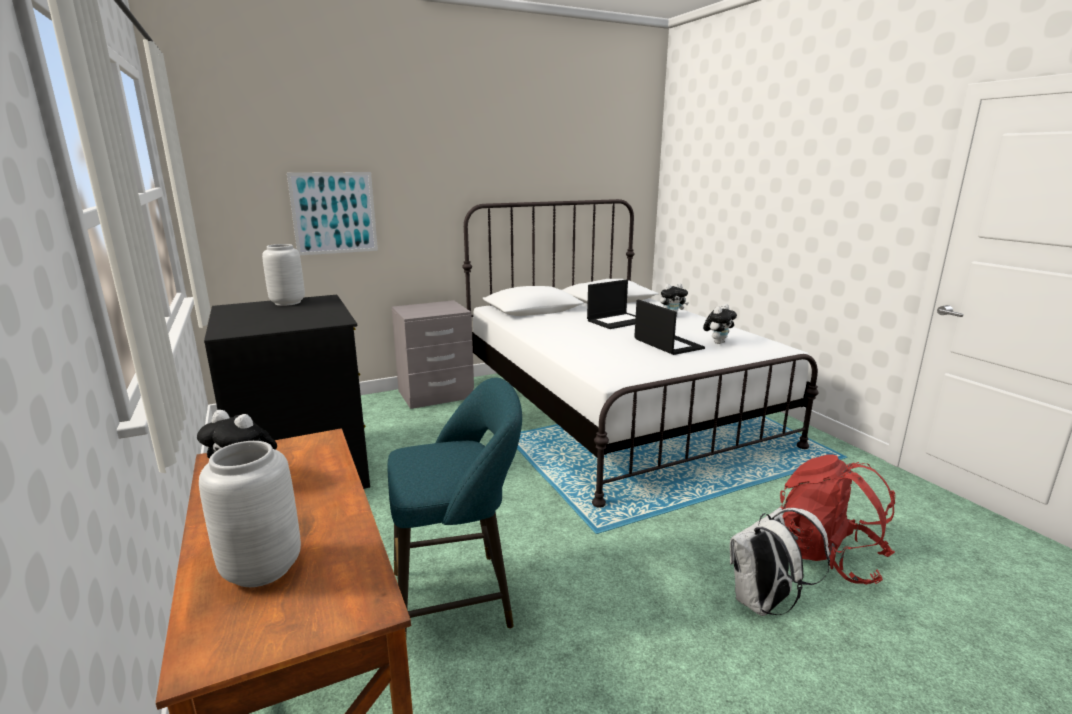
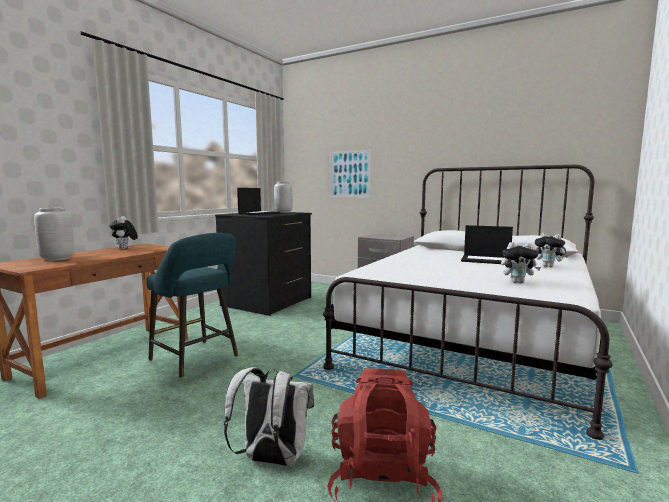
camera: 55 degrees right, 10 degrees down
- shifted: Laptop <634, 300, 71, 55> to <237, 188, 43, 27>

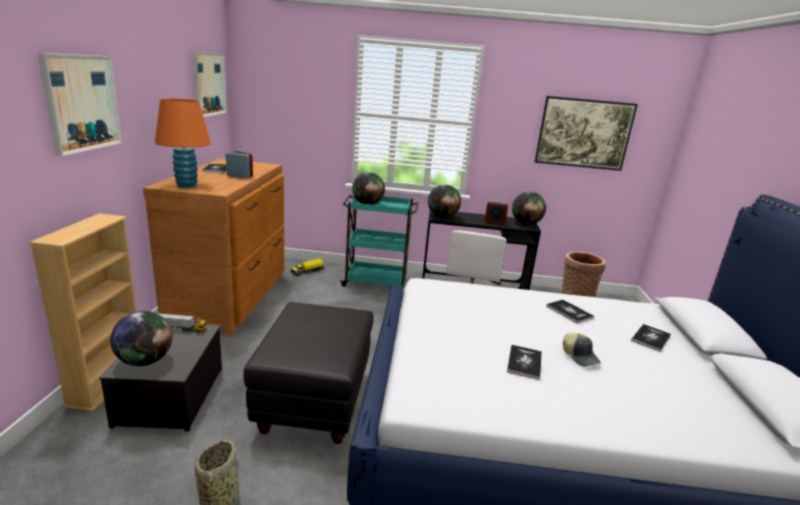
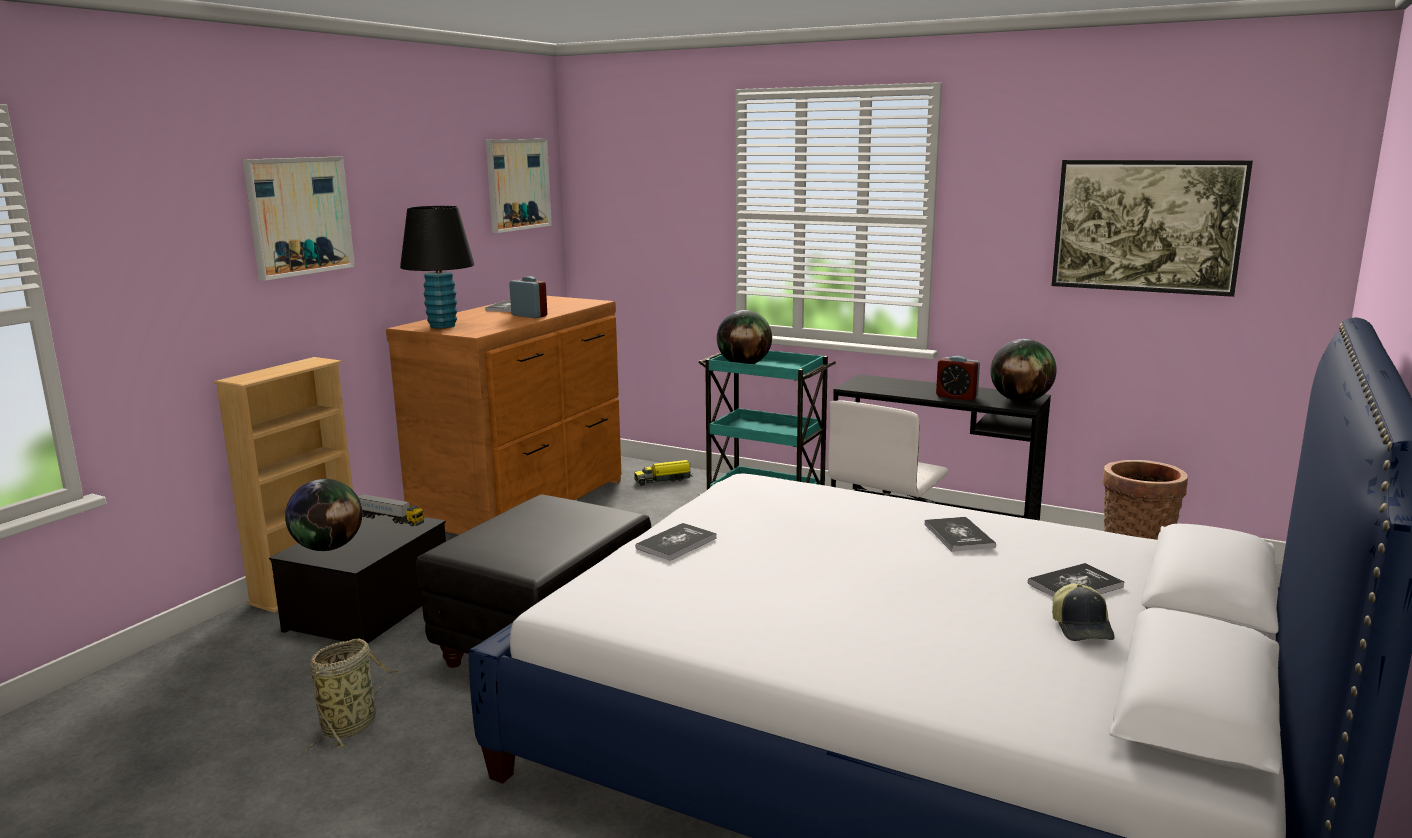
camera: 25 degrees right, 5 degrees down
- repainted: Tischlampe [orange] <155, 98, 56, 90> to Tischlampe [schwarz] <400, 206, 75, 122>
- shifted: Buch <507, 345, 35, 35> to <636, 523, 81, 38>
- shifted: Kappe <563, 333, 38, 34> to <1052, 584, 63, 57>
- gone: Globus <428, 185, 33, 33>

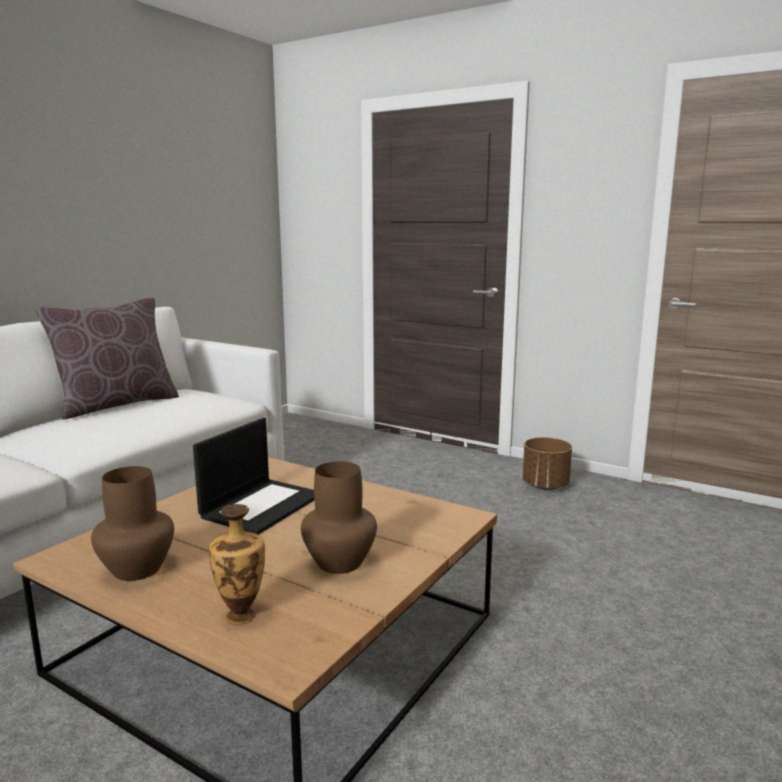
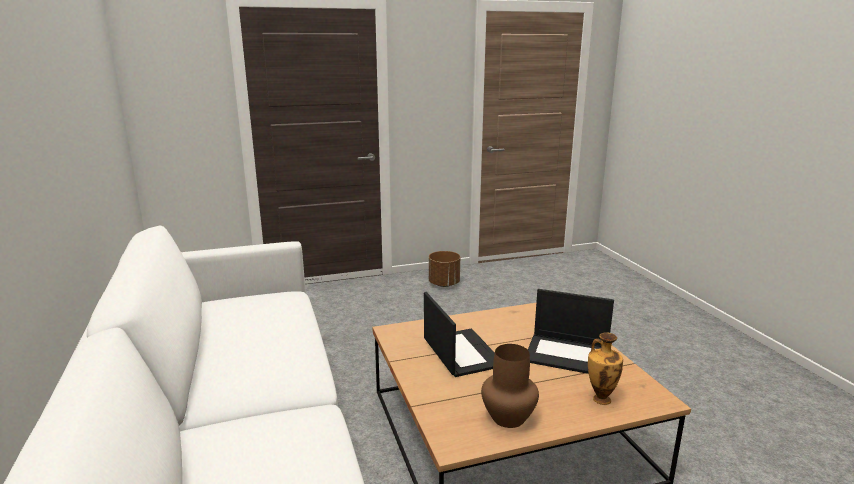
camera: 50 degrees left, 5 degrees up
- swapped: Vase [braun] <301, 461, 76, 113> to Laptop <528, 289, 86, 85>
- gone: Kissen [braun] <35, 298, 144, 122>

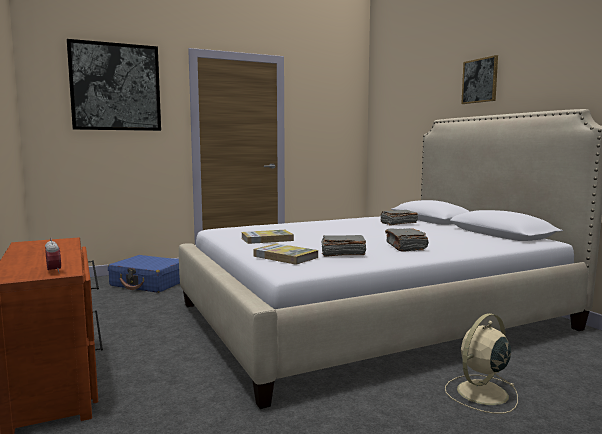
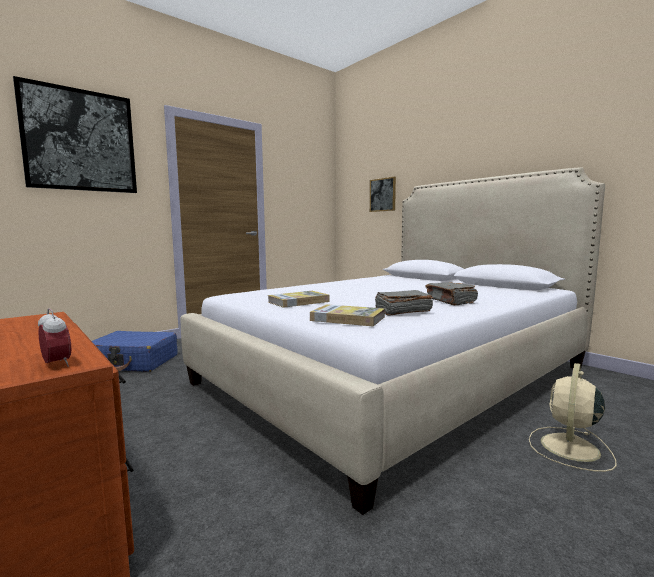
camera: 15 degrees left, 0 degrees up
- shifted: Bild <461, 55, 37, 49> to <370, 177, 26, 35>
- gone: Buch [grau] <381, 210, 37, 16>

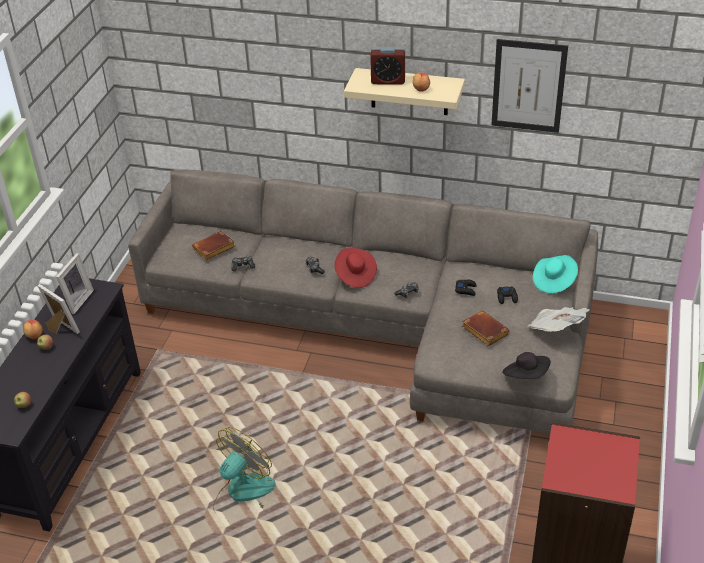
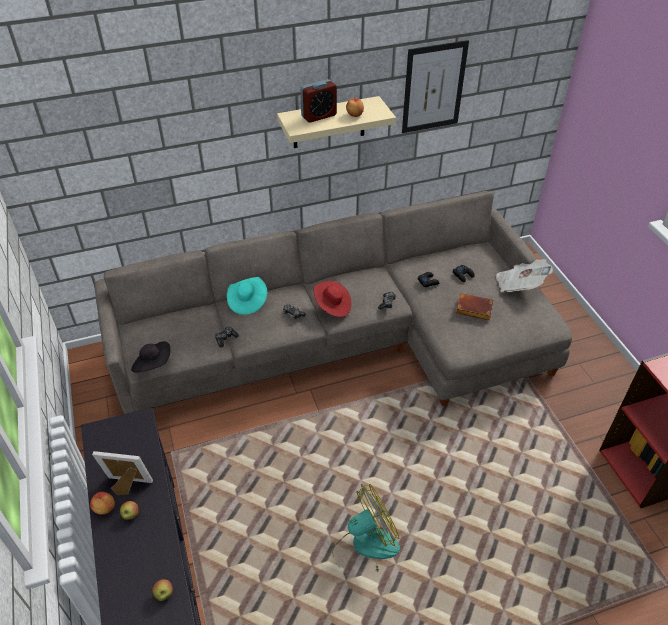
camera: 35 degrees left, 5 degrees up
- shifted: Hut [schwarz] <502, 352, 49, 27> to <131, 342, 39, 31>
- shifted: Hut [türkis] <533, 255, 45, 38> to <227, 277, 40, 38>
- rotated: Ventilator <213, 427, 63, 87> = <333, 484, 67, 88> 60 degrees clockwise
- gone: Bilderrahmen <56, 253, 38, 61>
- gone: Buch [braun] <192, 231, 43, 29>

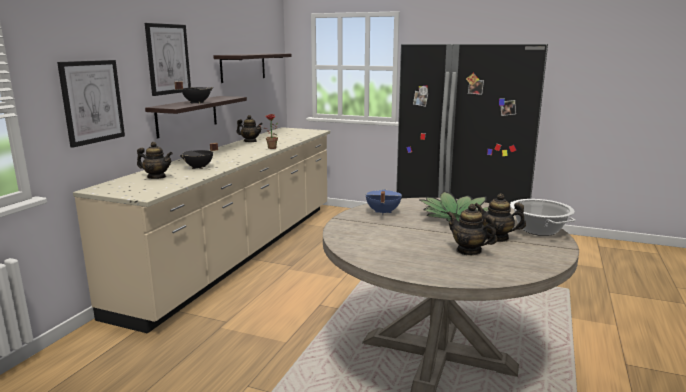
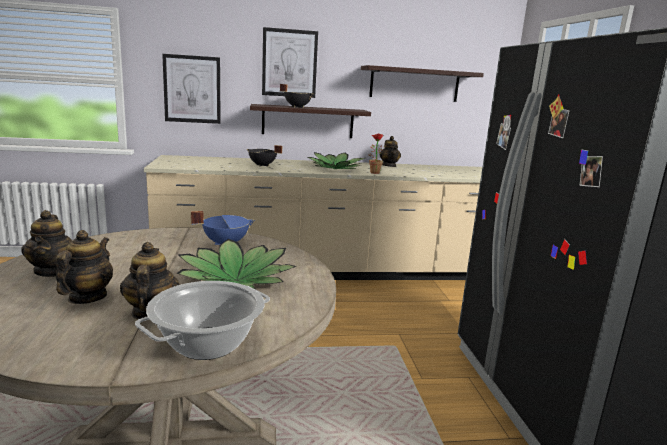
camera: 60 degrees right, 0 degrees up
- shifted: Teekanne <137, 142, 36, 37> to <22, 210, 50, 67>
- new: Topfpflanze <308, 152, 56, 17>

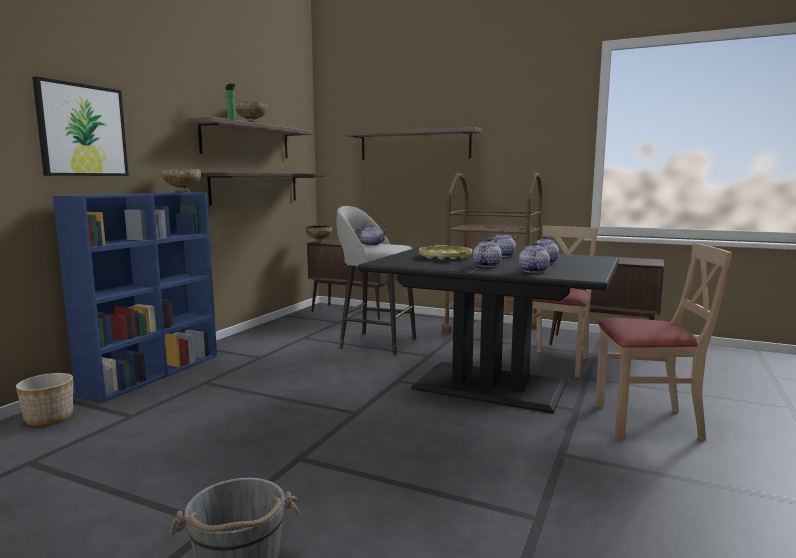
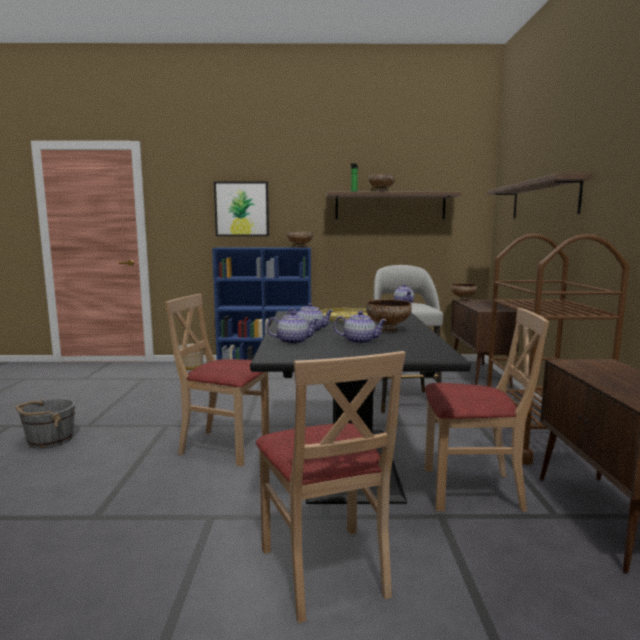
camera: 65 degrees right, 0 degrees up
- new: Stuhl [beige] <165, 294, 104, 172>
- swapped: Teekanne <490, 231, 28, 26> to Schüssel <366, 300, 46, 32>
- gone: Wandregal <201, 172, 124, 34>

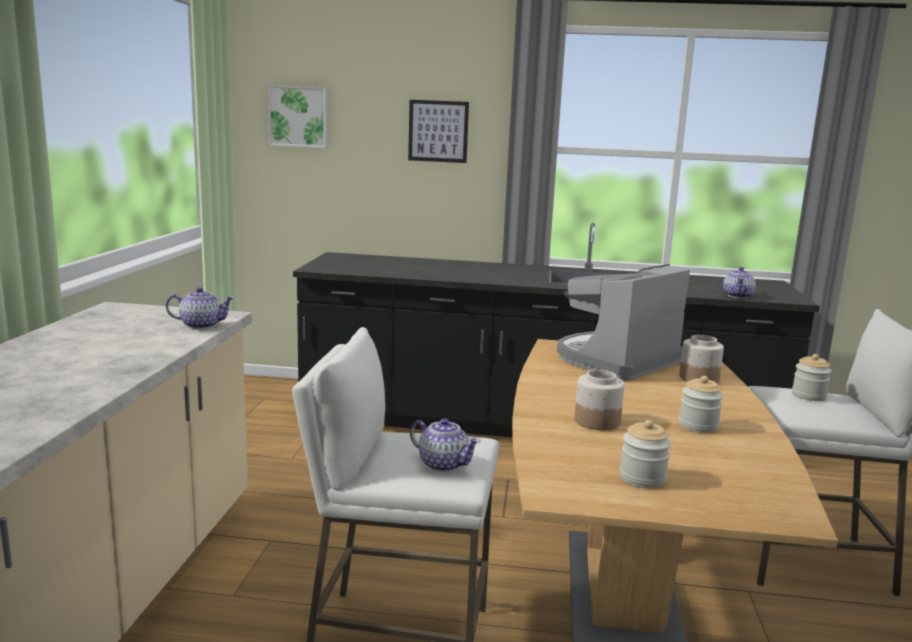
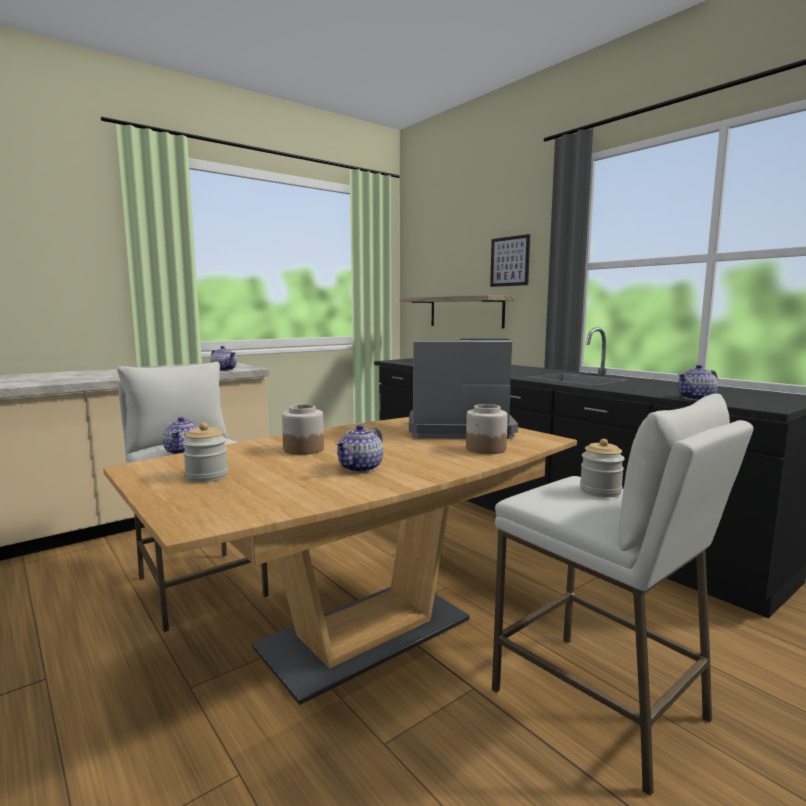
camera: 45 degrees right, 5 degrees down
- swapped: Vorratsglas <679, 376, 44, 57> to Teekanne <335, 424, 48, 49>
- new: Wandregal <400, 295, 115, 34>
- gone: Bild <268, 85, 59, 63>

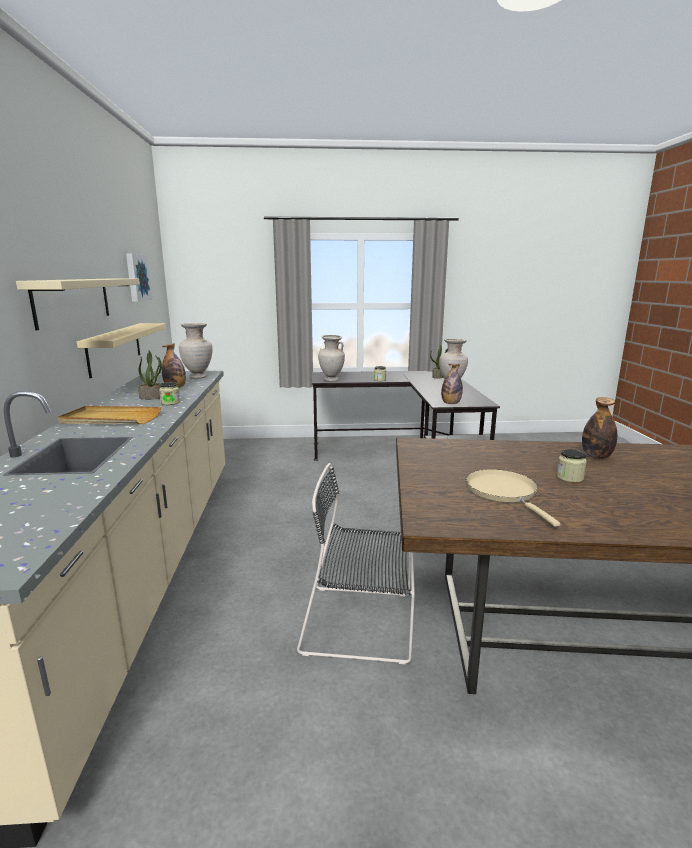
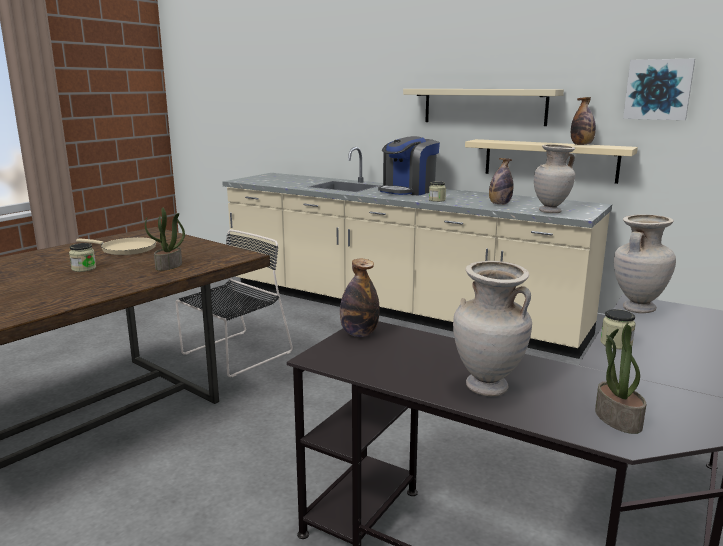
camera: 125 degrees right, 0 degrees up
- shifted: Topfpflanze <138, 350, 24, 50> to <145, 208, 40, 63>
- swapped: Tablett [beige] <58, 406, 103, 18> to Kaffeemaschine <378, 136, 62, 60>
- shifted: Flasche <582, 397, 35, 62> to <571, 97, 25, 48>

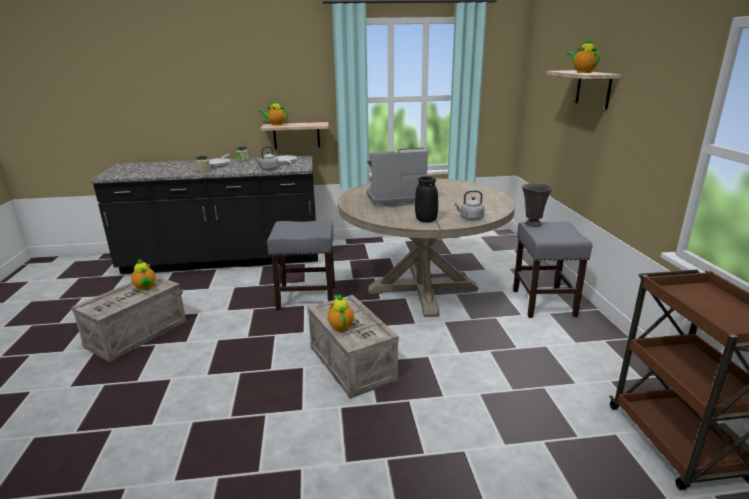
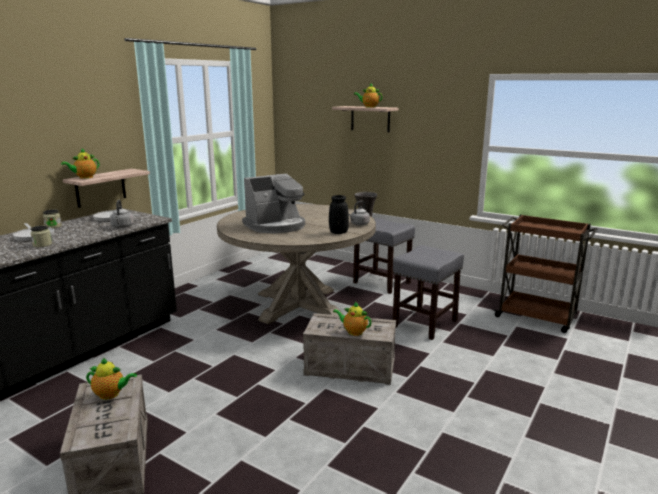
camera: 50 degrees left, 5 degrees down
- rotated: Kaffeemaschine <367, 148, 61, 59> = <242, 174, 63, 59> 150 degrees counterclockwise
- shifted: Hocker [grau] <267, 220, 68, 90> to <393, 245, 71, 95>

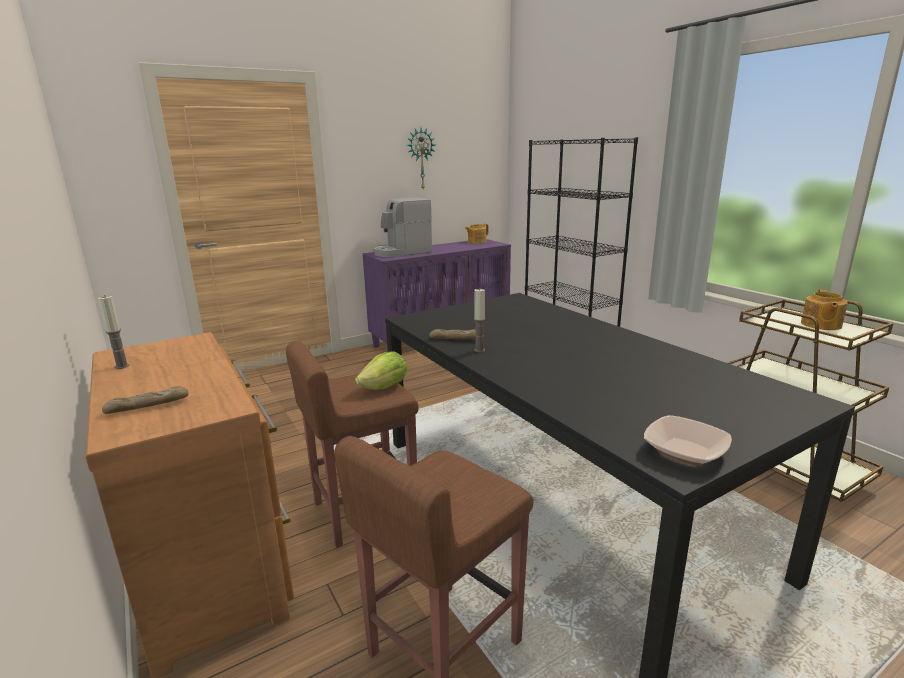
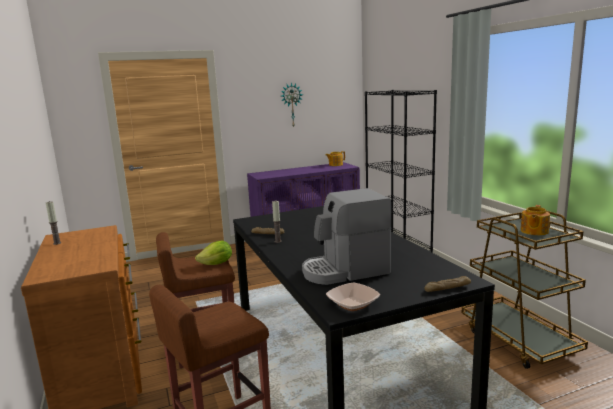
camera: 10 degrees right, 5 degrees down
- shifted: Kaffeemaschine <373, 197, 59, 60> to <302, 188, 89, 97>
- shifted: Brot <102, 386, 87, 28> to <424, 276, 47, 16>

